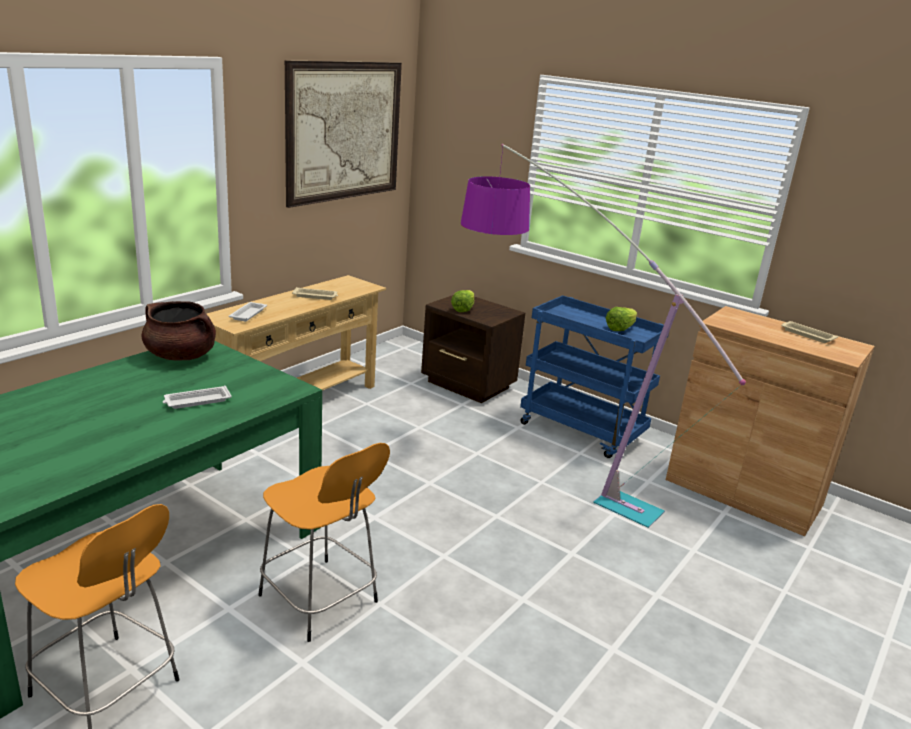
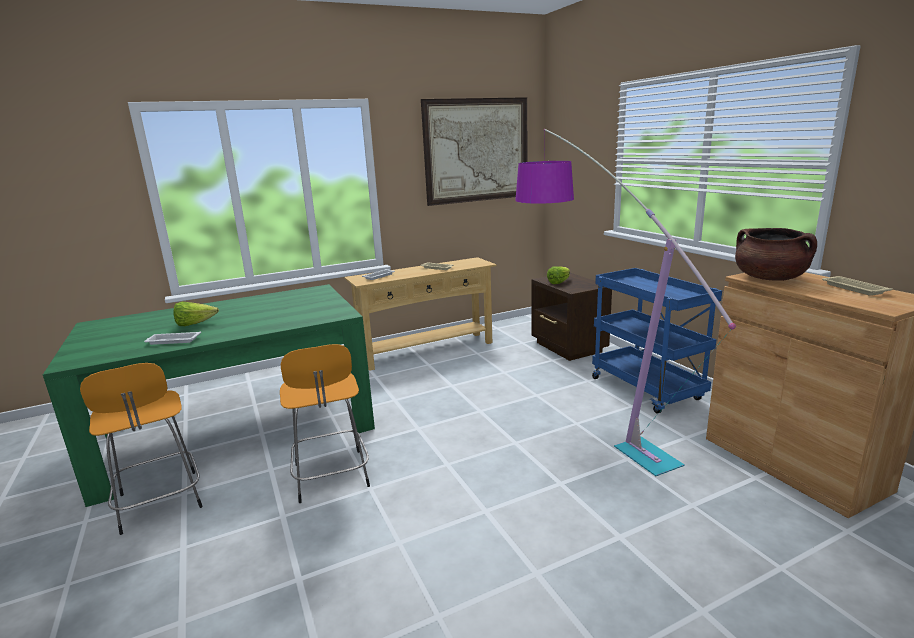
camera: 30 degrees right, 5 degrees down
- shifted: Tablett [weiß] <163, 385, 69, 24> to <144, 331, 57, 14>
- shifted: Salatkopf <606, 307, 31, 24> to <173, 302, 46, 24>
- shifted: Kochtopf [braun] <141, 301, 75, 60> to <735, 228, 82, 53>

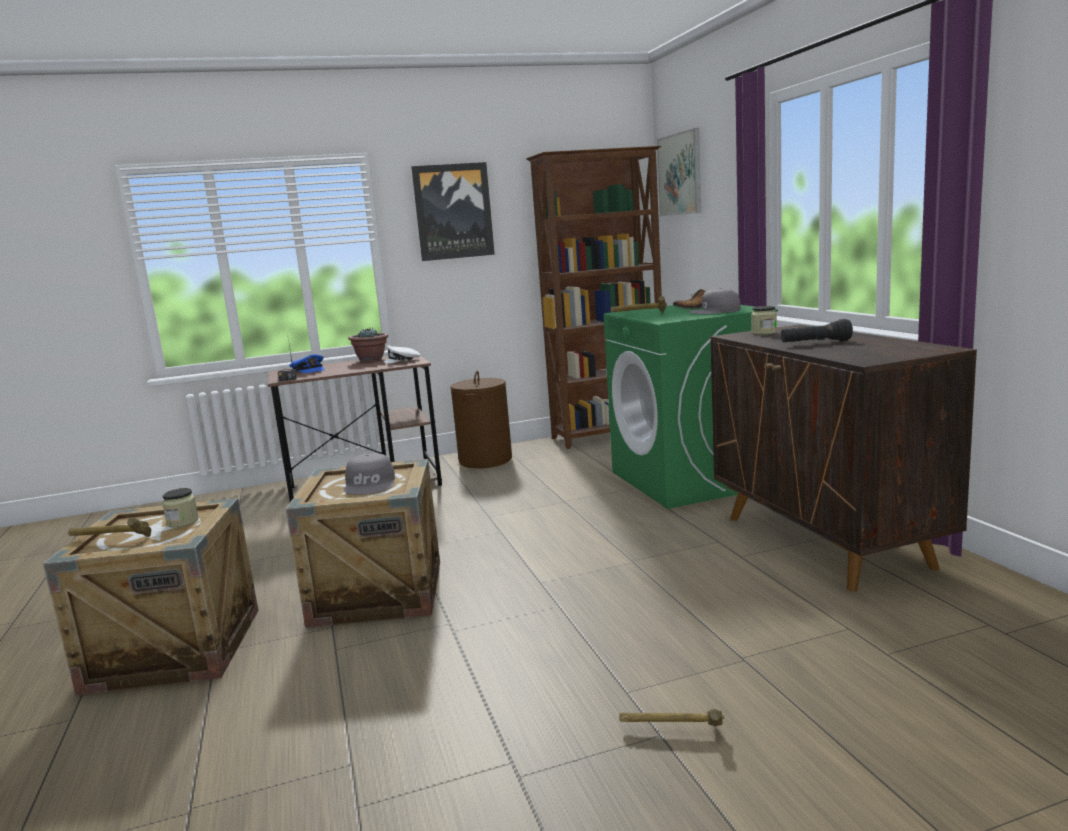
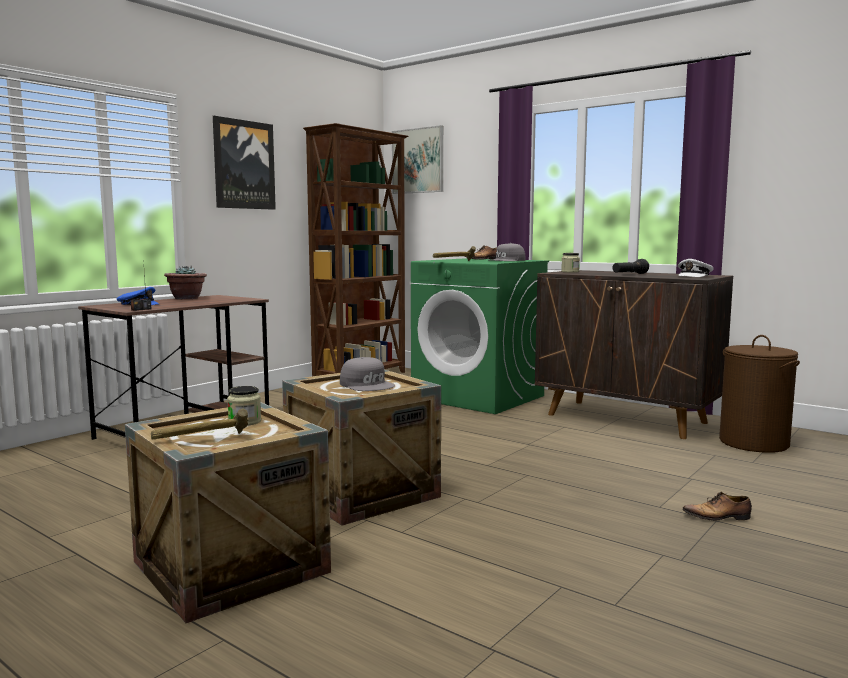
camera: 35 degrees left, 5 degrees down
- shifted: Kappe [weiß] <384, 345, 36, 19> to <678, 259, 36, 18>
- swapped: Hammer <619, 709, 105, 18> to Schuh <682, 492, 70, 28>
- shifted: Wäschekorb [braun] <450, 371, 62, 97> to <719, 335, 81, 118>

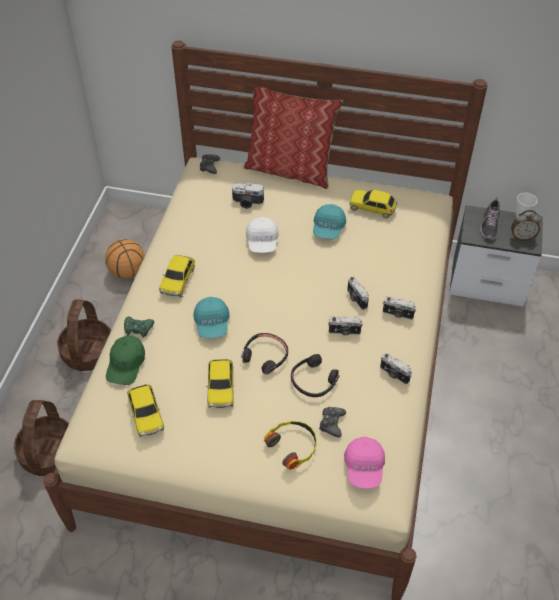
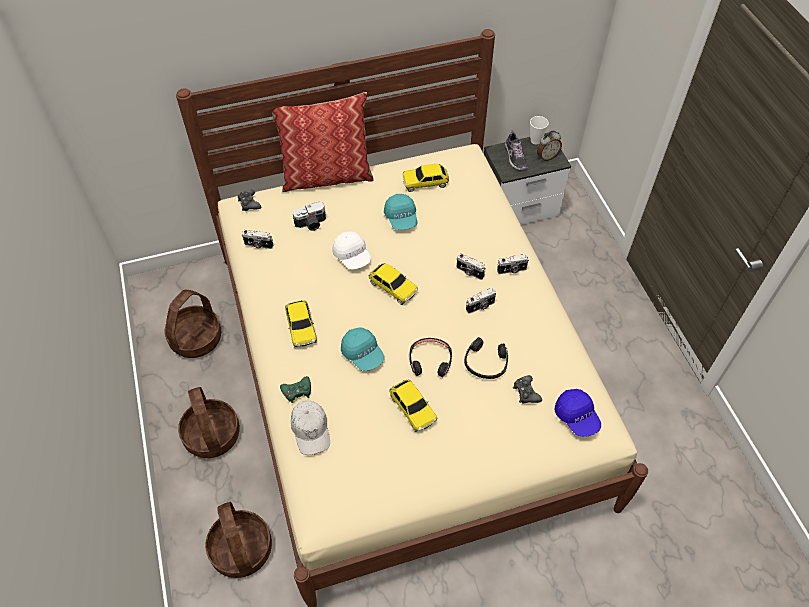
camera: 30 degrees left, 5 degrees up
- swapped: Basketball <105, 239, 40, 40> to Korb <165, 289, 56, 69>
- shifted: Kamera <380, 353, 32, 31> to <242, 230, 31, 19>
- repainted: Kappe [grün] <106, 336, 39, 49> to Kappe [weiß] <291, 401, 39, 54>
- shifted: Spielzeugauto <127, 384, 37, 53> to <369, 263, 49, 42>
- repainted: Kappe [rosa] <344, 436, 41, 53> to Kappe [blau] <554, 389, 47, 48>
- gone: Kopfhörer <264, 421, 53, 49>

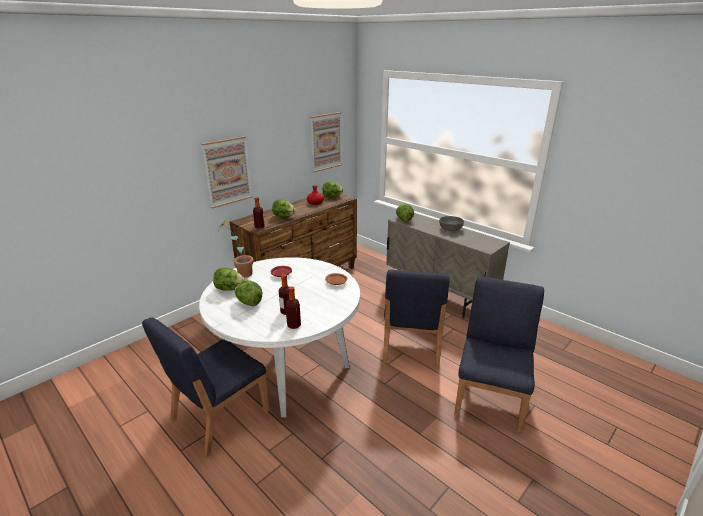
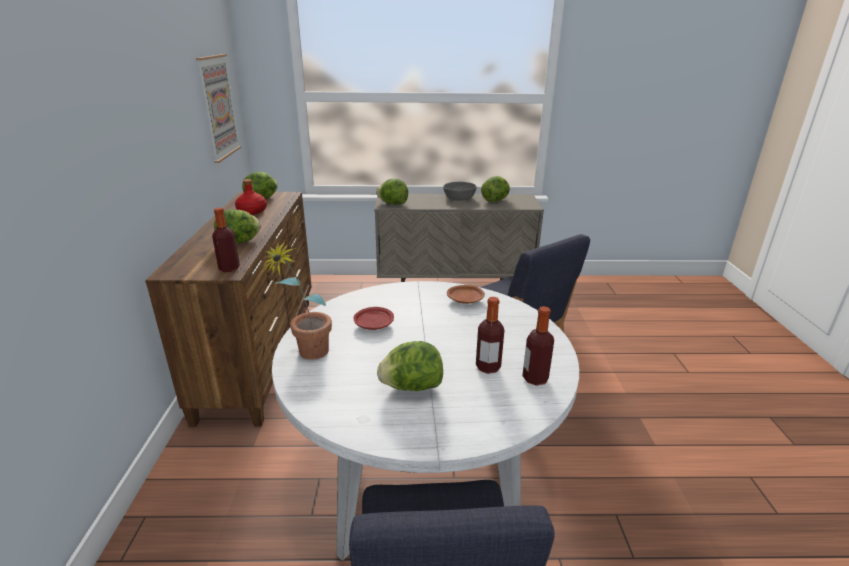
camera: 45 degrees left, 0 degrees up
- shifted: Salatkopf <213, 267, 31, 24> to <481, 176, 29, 26>
- gone: Bild <201, 136, 51, 73>
- gone: Stuhl [blau] <454, 276, 90, 157>

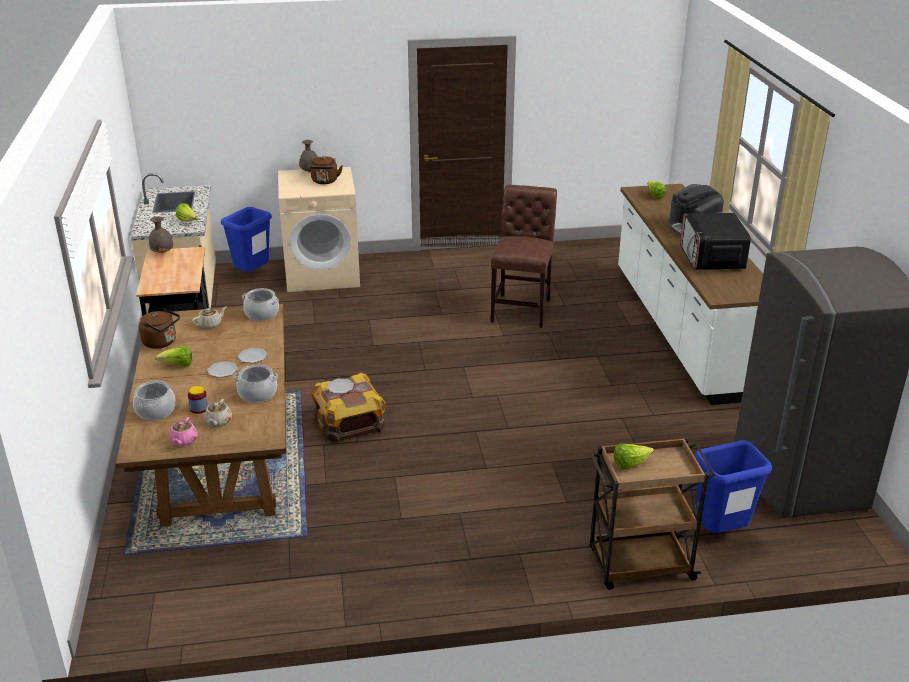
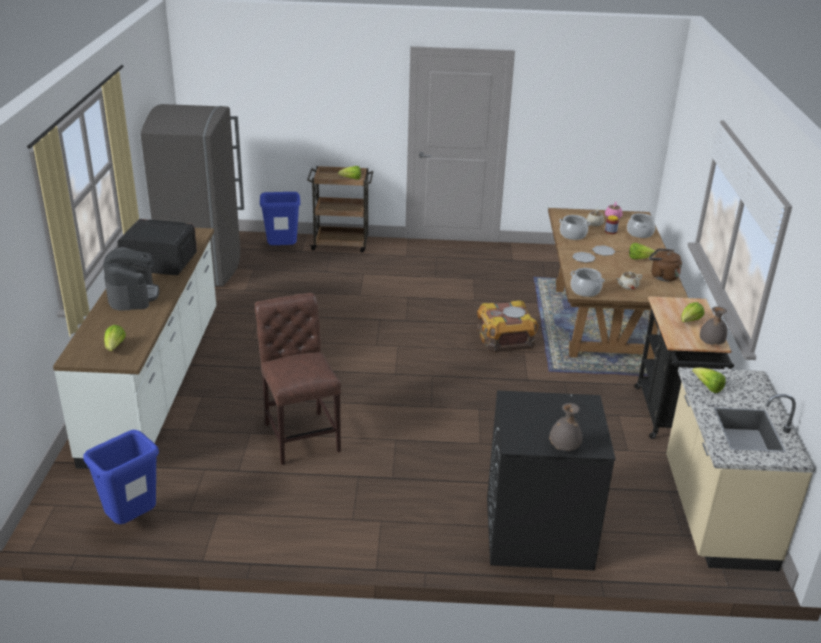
camera: 170 degrees left, 0 degrees up
- shifted: Mülleimer [blau] <221, 207, 51, 65> to <83, 430, 76, 94>
- rotated: Mikrowelle <680, 213, 71, 57> = <117, 219, 80, 56> 90 degrees counterclockwise
- rotated: Stuhl [braun] <491, 185, 66, 143> = <255, 293, 86, 172> 135 degrees clockwise
- repainted: Waschmaschine [beige] <278, 167, 82, 125> to Waschmaschine [schwarz] <487, 390, 129, 181>
- new: Salatkopf <681, 302, 23, 20>
- gone: Wasserkessel [braun] <309, 156, 34, 28>

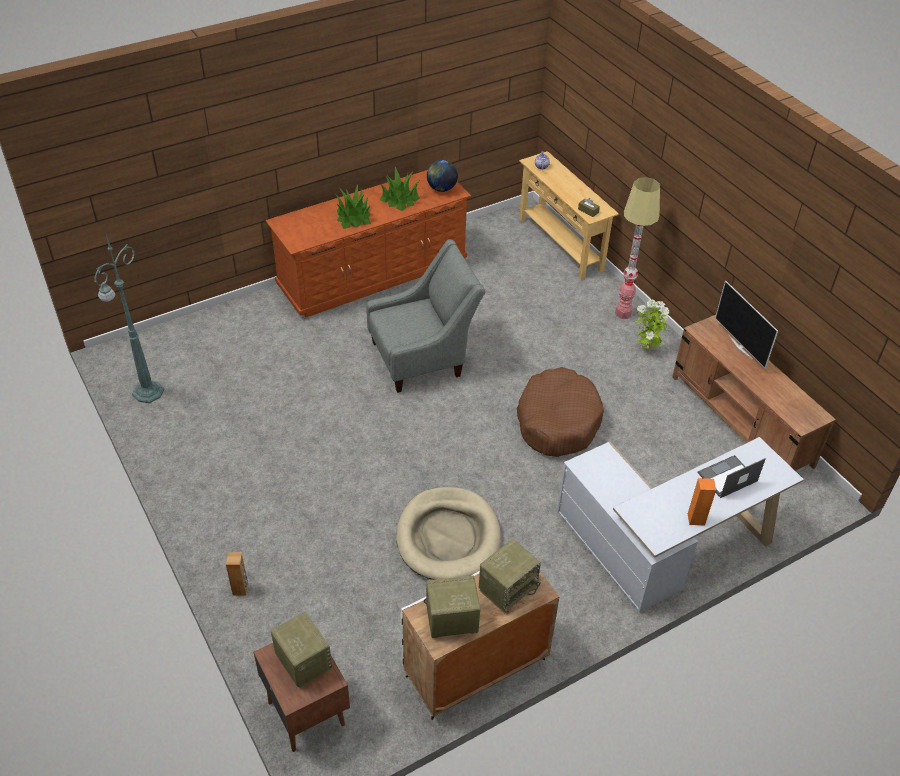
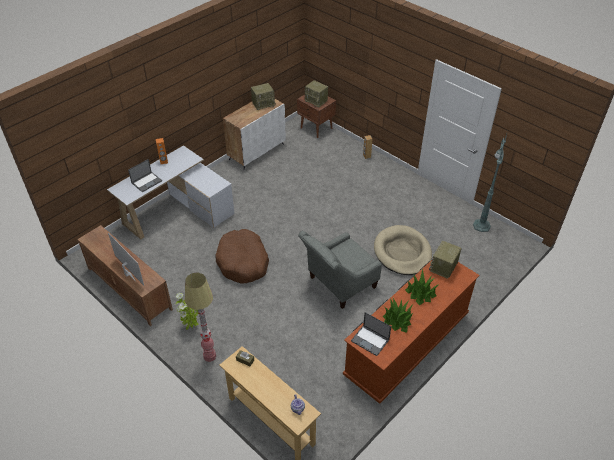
camera: 165 degrees right, 0 degrees up
- swapped: Globus <427, 160, 31, 32> to Laptop <351, 312, 40, 44>
- shifted: Hundebett [beige] <396, 487, 105, 93> to <374, 225, 58, 50>
- shifted: Radio <479, 539, 62, 74> to <429, 240, 33, 39>

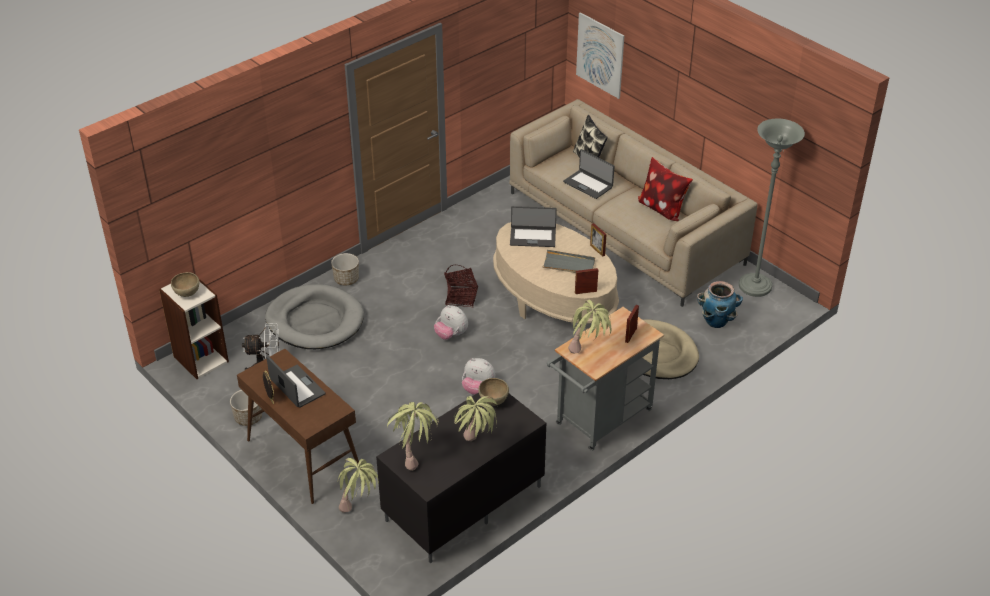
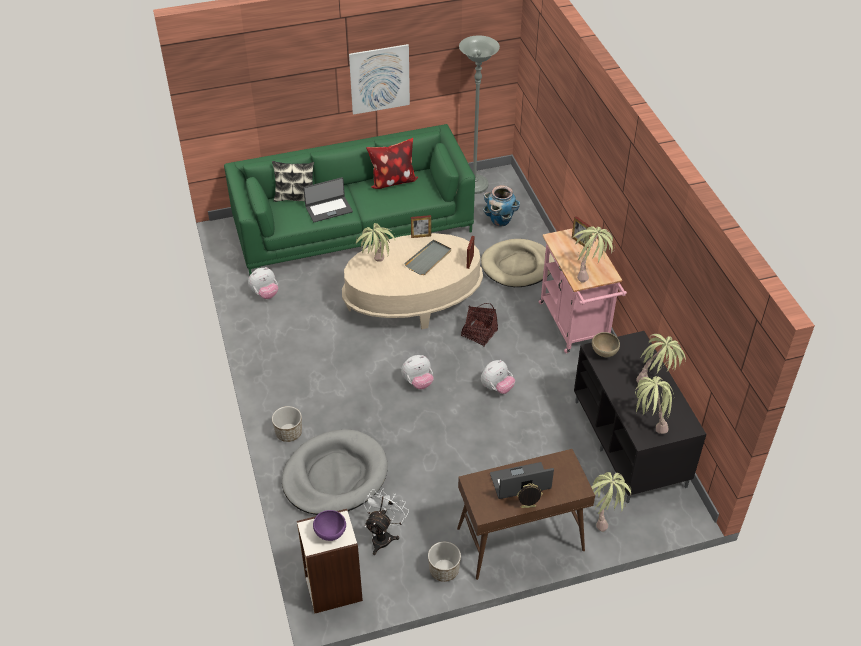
camera: 65 degrees left, 5 degrees up
- repainted: Sofa [beige] <509, 99, 249, 208> to Sofa [grün] <224, 124, 251, 151>
- new: Plüschtier <248, 267, 30, 32>
- repainted: Schüssel [braun] <171, 272, 29, 25> to Schüssel [lila] <313, 510, 33, 31>
- shifted: Bild <576, 12, 48, 87> to <349, 44, 61, 71>
- swapped: Laptop <510, 206, 47, 41> to Topfpflanze <356, 223, 39, 39>
- shifted: Korb <444, 265, 34, 42> to <461, 303, 37, 44>
- repainted: Rollwagen [grau] <547, 307, 117, 144> to Rollwagen [rosa] <539, 228, 88, 125>

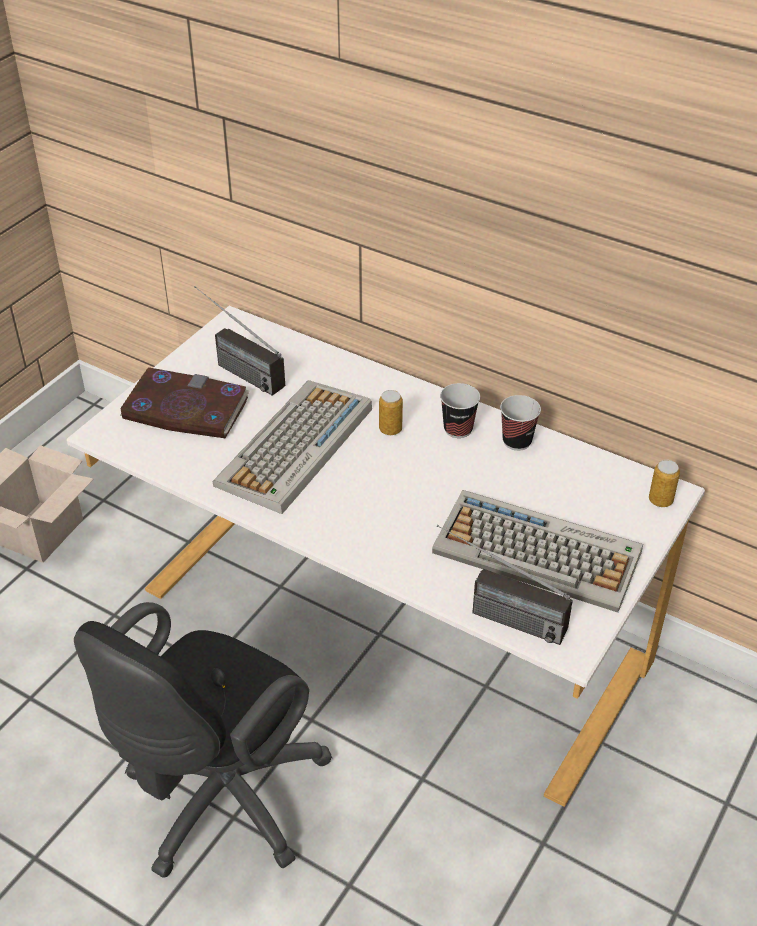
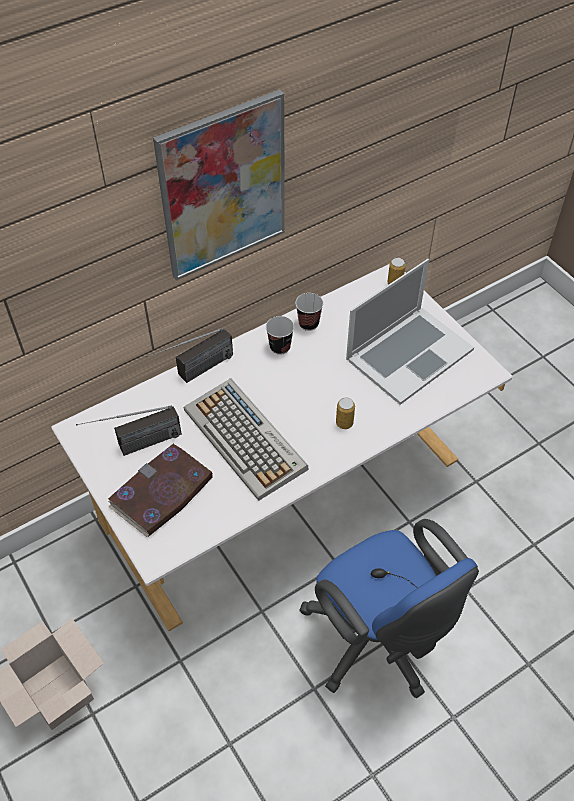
camera: 65 degrees left, 10 degrees up
- shifted: Radio <437, 525, 136, 120> to <146, 328, 87, 55>
- new: Bild <153, 89, 132, 192>
- repainted: Bürostuhl [schwarz] <74, 602, 258, 276> to Bürostuhl [blau] <299, 519, 180, 179>
- shifted: Dose <379, 390, 24, 45> to <336, 397, 19, 32>
- swapped: Tastatur <432, 490, 211, 123> to Laptop <346, 259, 128, 146>

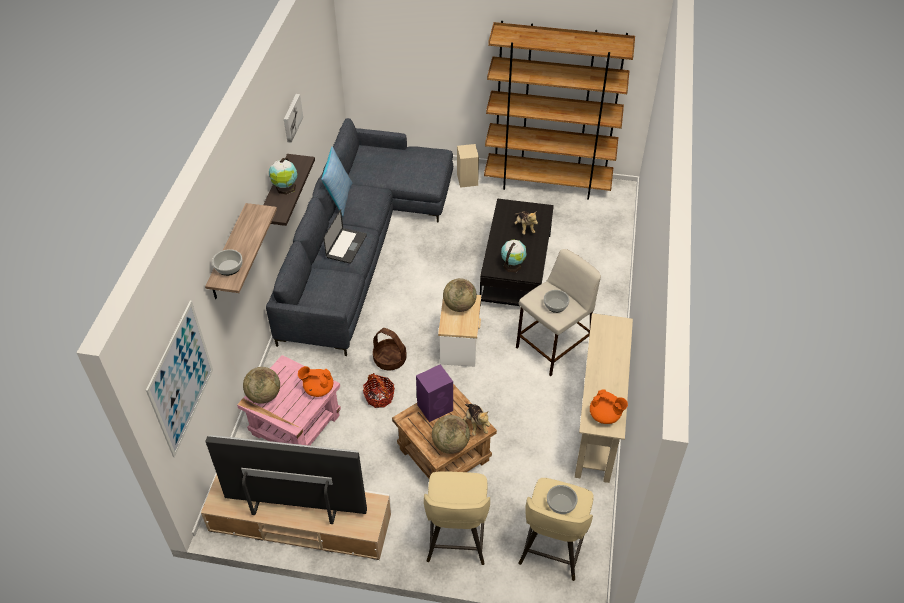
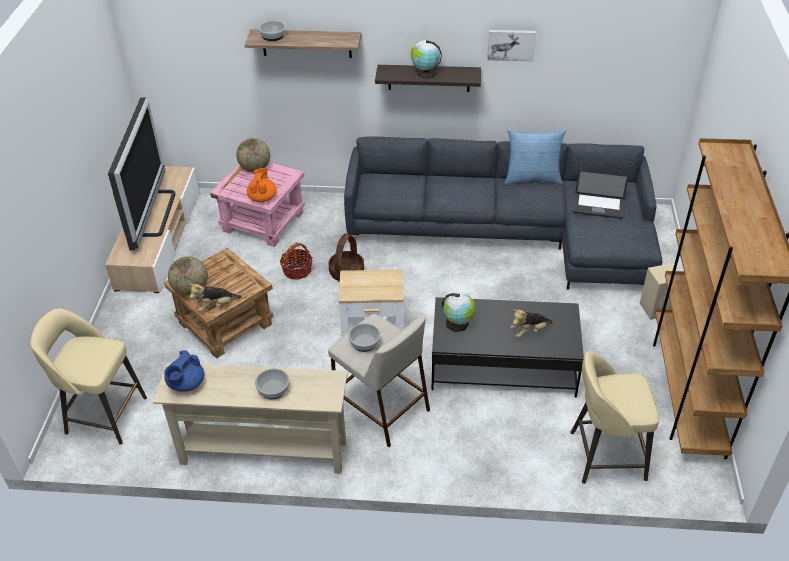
camera: 85 degrees right, 5 degrees down
- repainted: Teekanne [orange] <590, 389, 38, 35> to Teekanne [blau] <164, 350, 40, 42>
- shifted: Schüssel <547, 485, 31, 29> to <255, 368, 34, 31>
- shifted: Hocker [beige] <424, 471, 66, 94> to <570, 351, 89, 133>
- shifted: Laptop <323, 209, 44, 55> to <573, 170, 56, 49>
- gone: Bild <146, 301, 67, 156>
- gone: Lautsprecher [lila] <416, 364, 37, 58>
- gone: Globus <443, 278, 34, 34>

